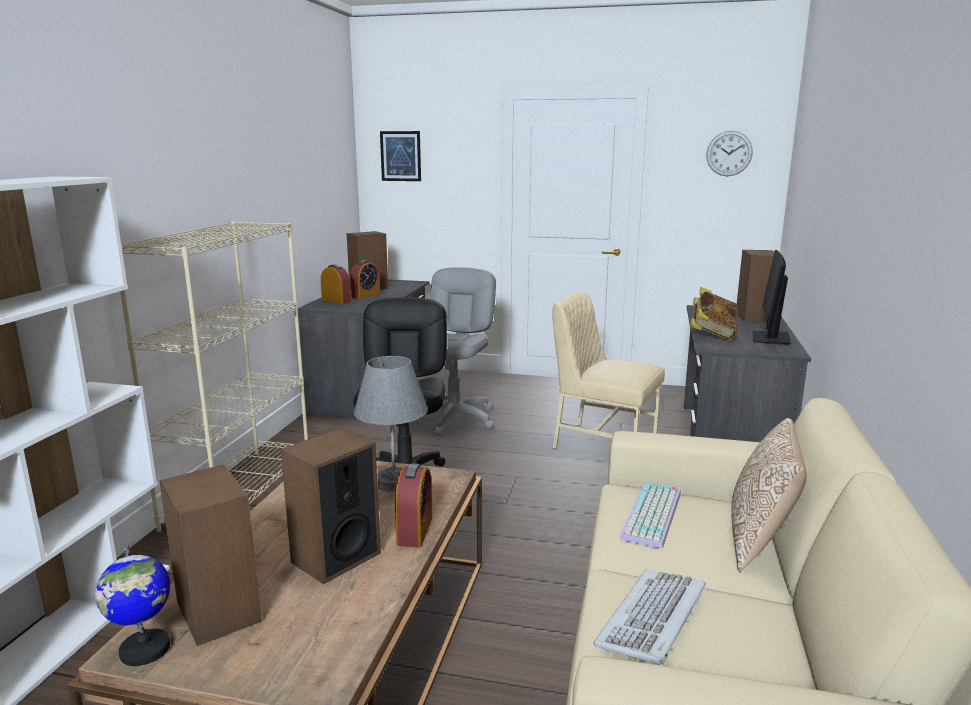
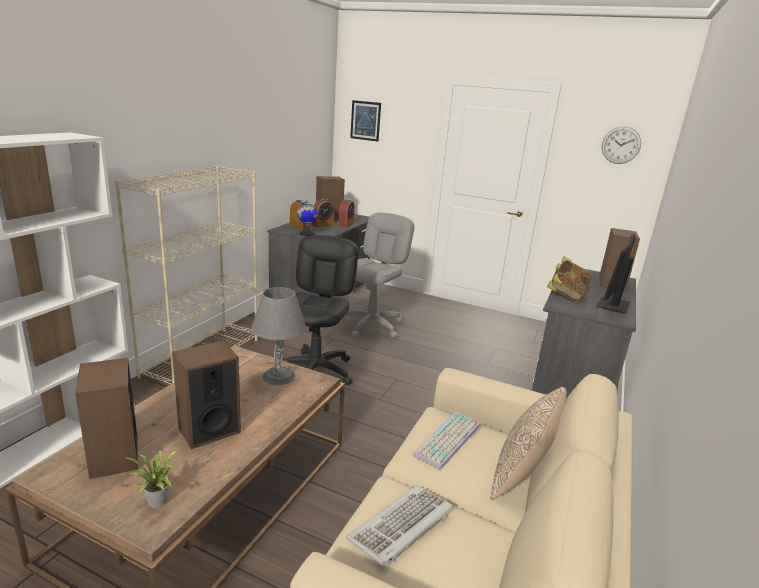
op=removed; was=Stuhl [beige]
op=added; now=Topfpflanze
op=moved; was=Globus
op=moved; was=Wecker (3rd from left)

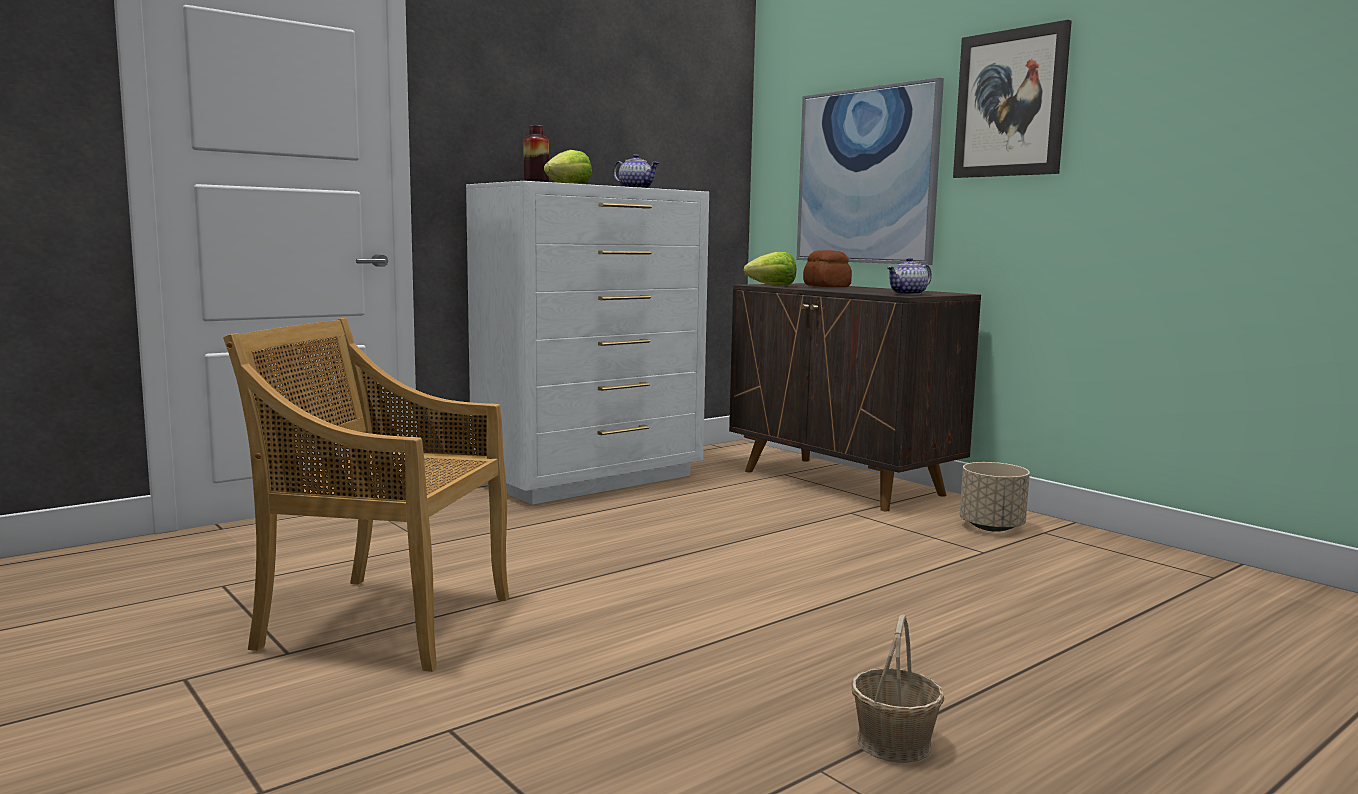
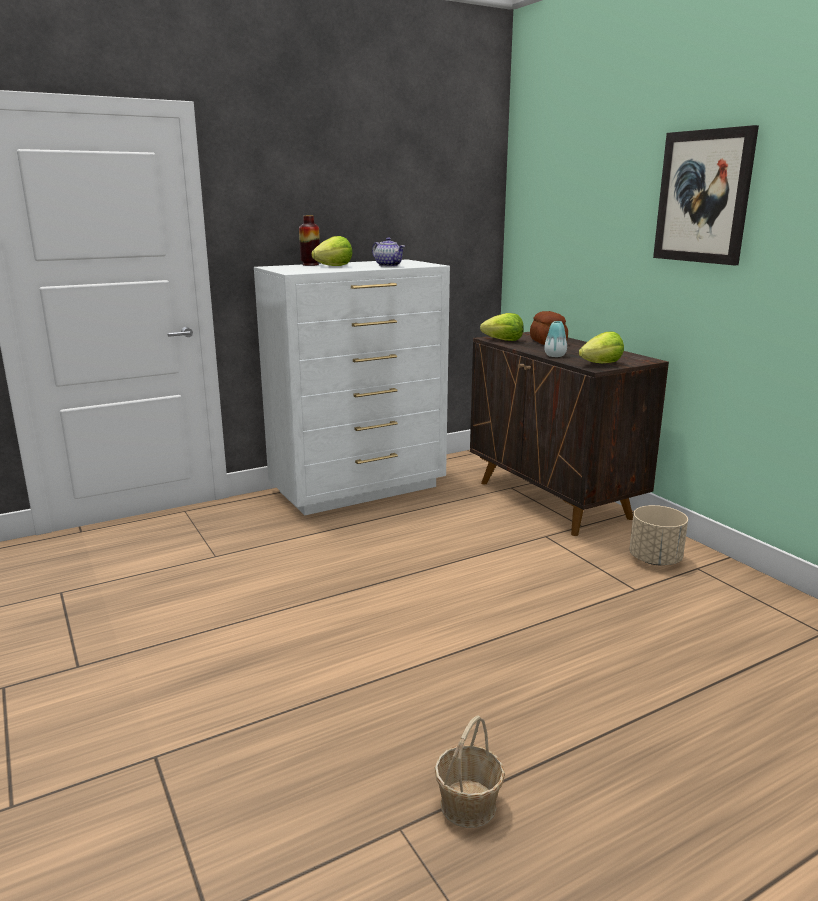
op=removed; was=Stuhl [beige]
op=removed; was=Bild (1st from left)
op=added; now=Vase (2nd from left)
op=replaced; was=Teekanne (2nd from left); now=Salatkopf (3rd from left)

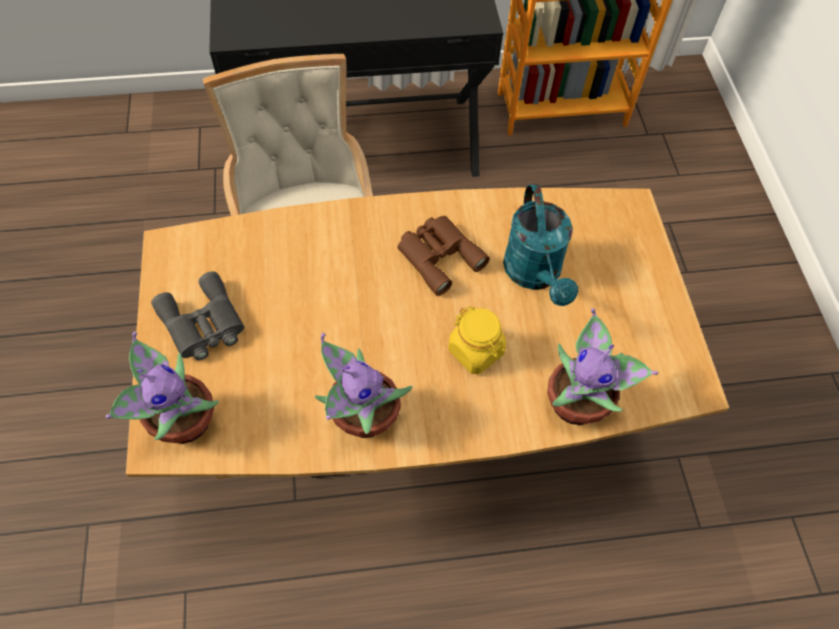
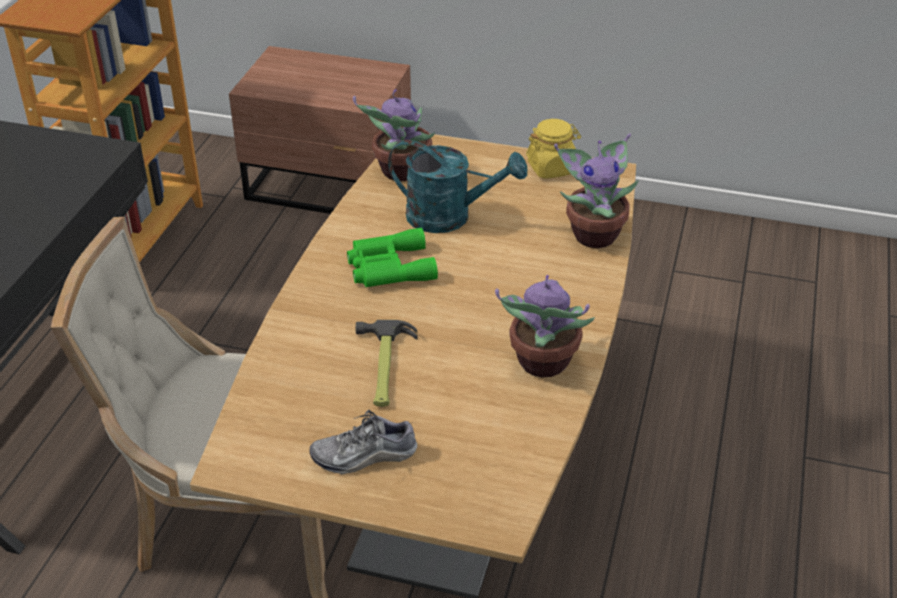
op=added; now=Nachttisch [braun]
op=added; now=Hammer
op=moved; was=Topfpflanze (1st from left)
op=moved; was=Vorratsglas [gelb]
op=replaced; was=Fernglas [grau]; now=Schuh
op=recoloured; was=Fernglas [braun]; now=Fernglas [grün]

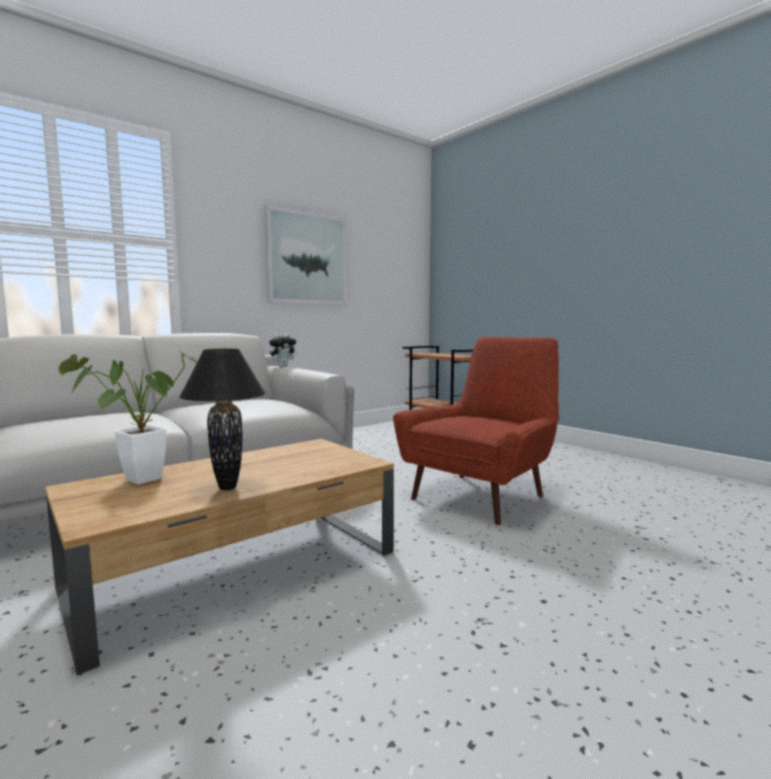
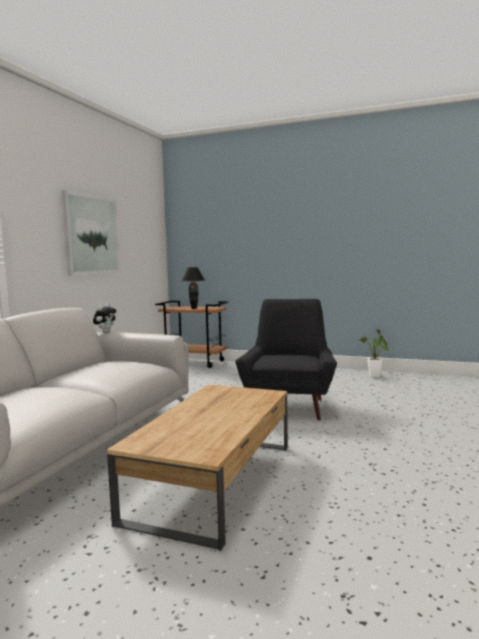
op=moved; was=Topfpflanze
op=moved; was=Tischlampe [schwarz]
op=recoloured; was=Sessel [rot]; now=Sessel [schwarz]

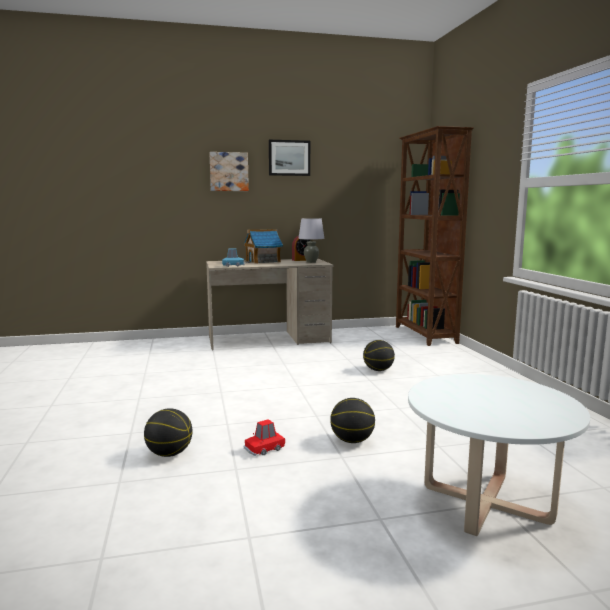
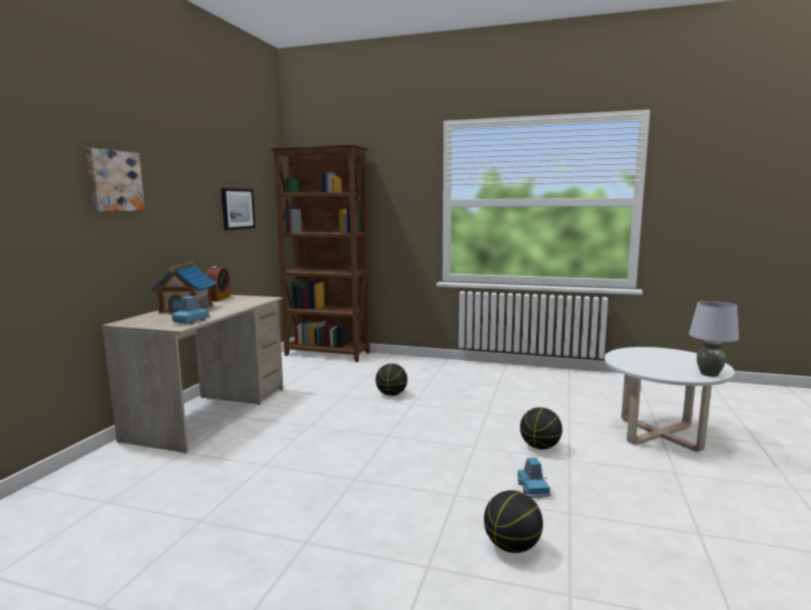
op=moved; was=Bild (2nd from left)
op=moved; was=Tischlampe [grau]
op=recoloured; was=Spielzeugauto [rot]; now=Spielzeugauto [blau] (2nd from left)

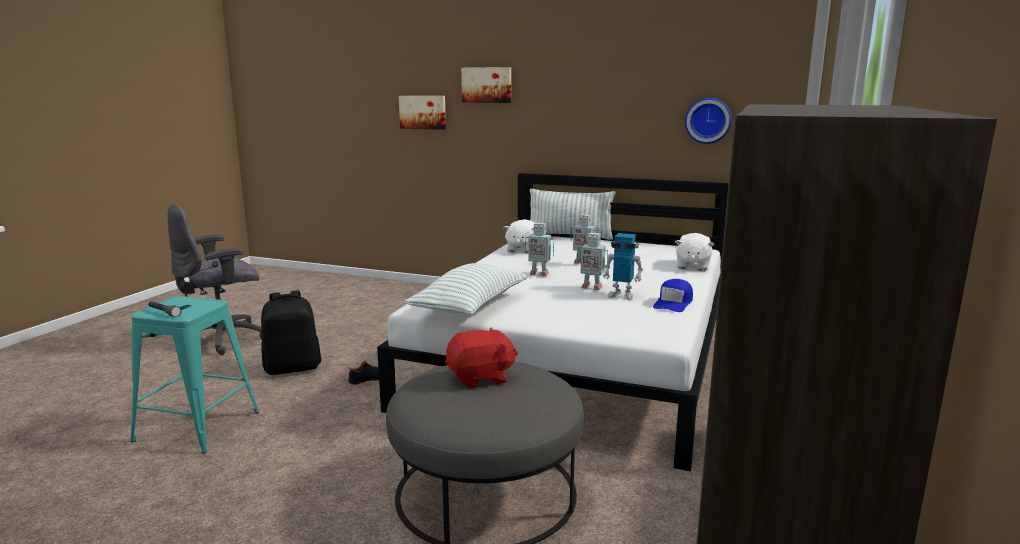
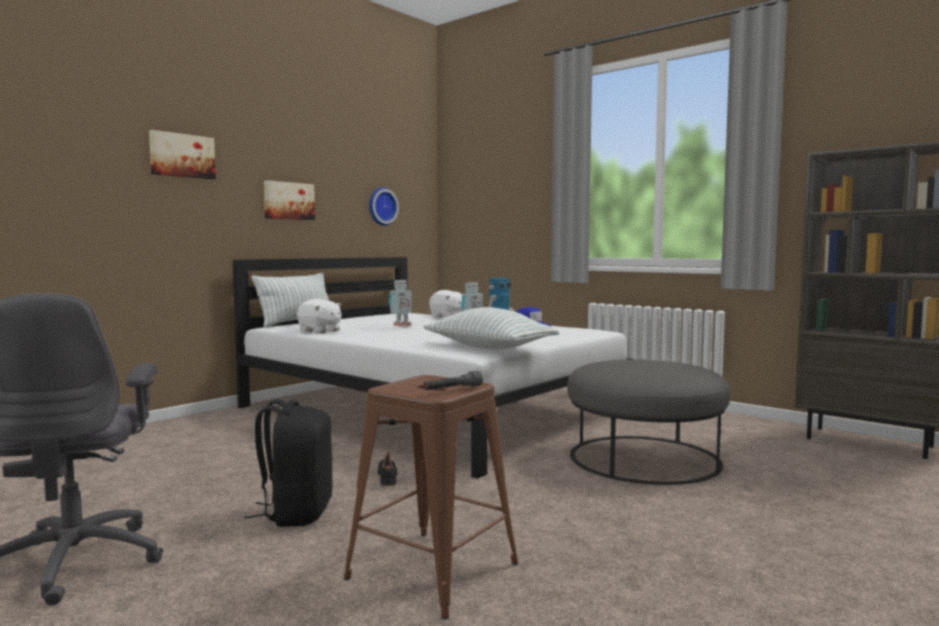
op=removed; was=Plüschtier [rot]
op=removed; was=Spielzeugroboter (1st from left)
op=moved; was=Bild (1st from left in the first image); now=Bild (2nd from left)
op=recoloured; was=Hocker [türkis]; now=Hocker [braun]

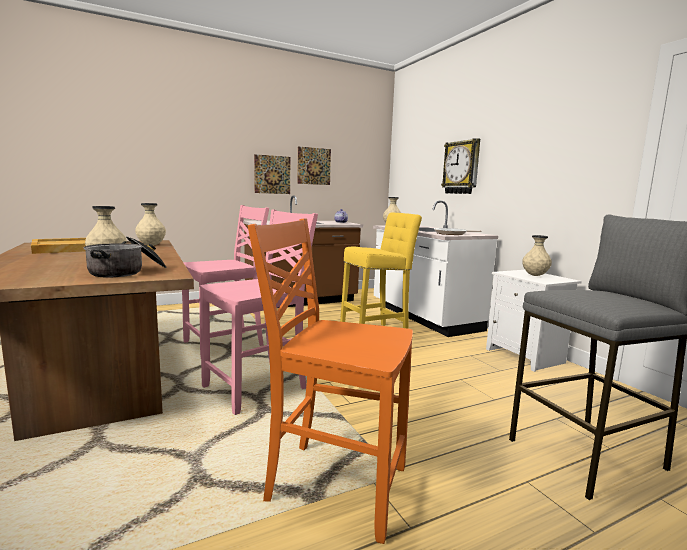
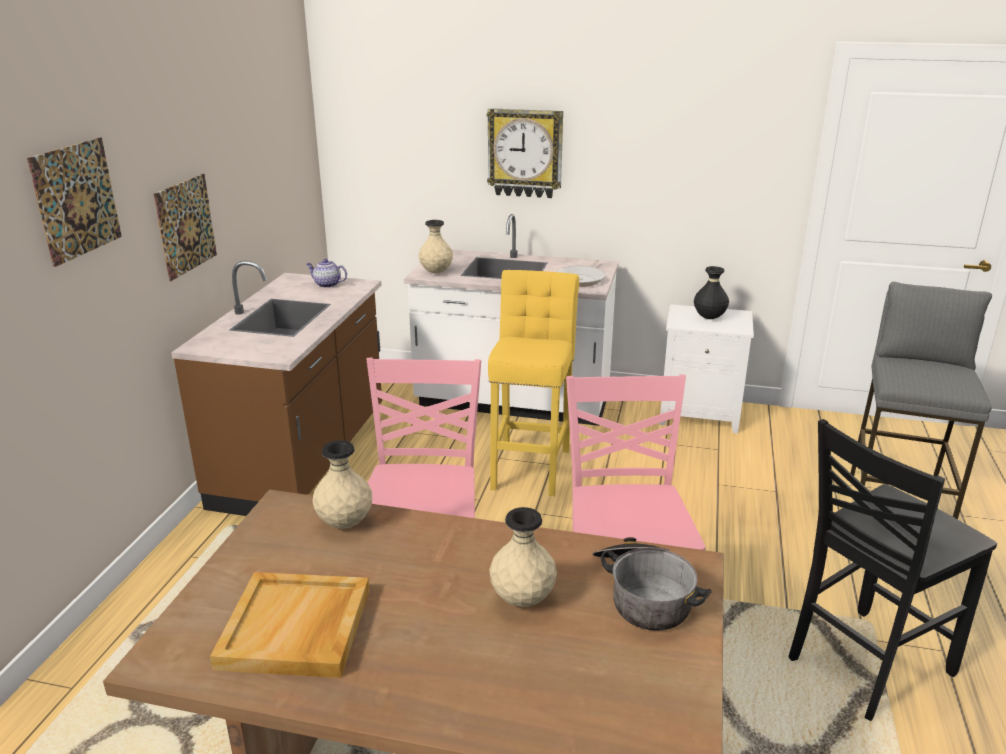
op=moved; was=Bild (2nd from left in the first image); now=Bild (1st from left)
op=recoloured; was=Stuhl [orange]; now=Stuhl [schwarz]
op=recoloured; was=Vase [beige] (4th from left); now=Vase [schwarz]

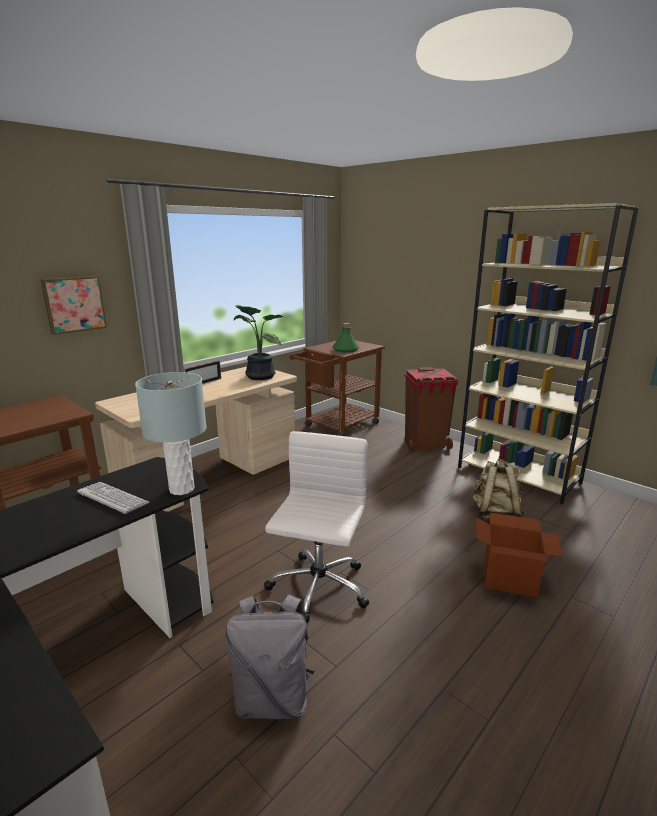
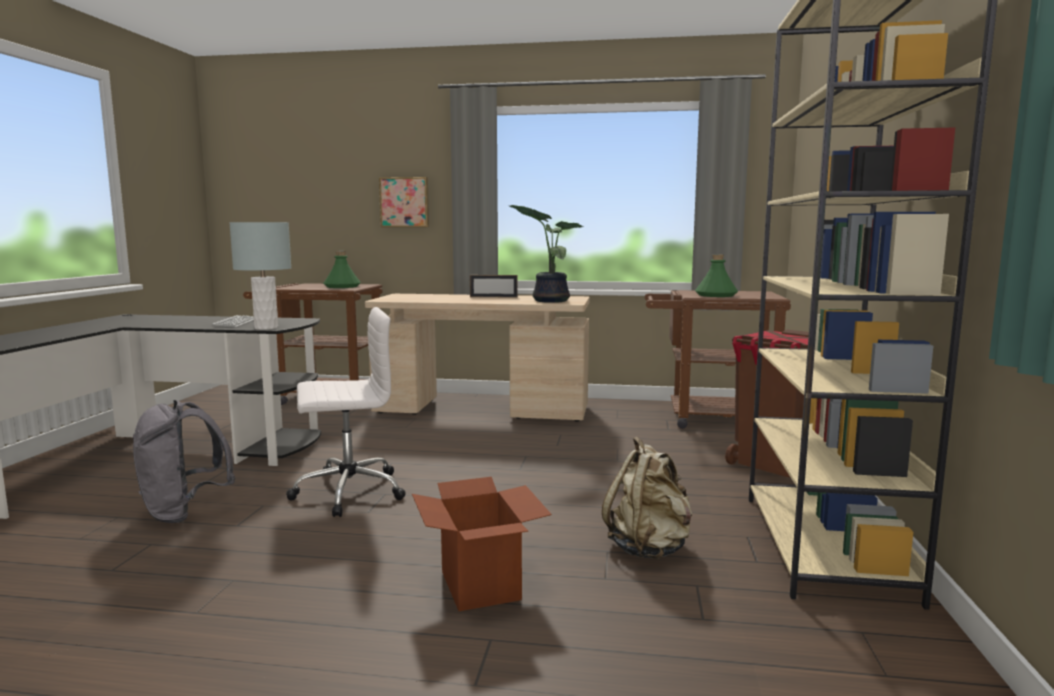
op=added; now=Flasche [grün] (1st from left)

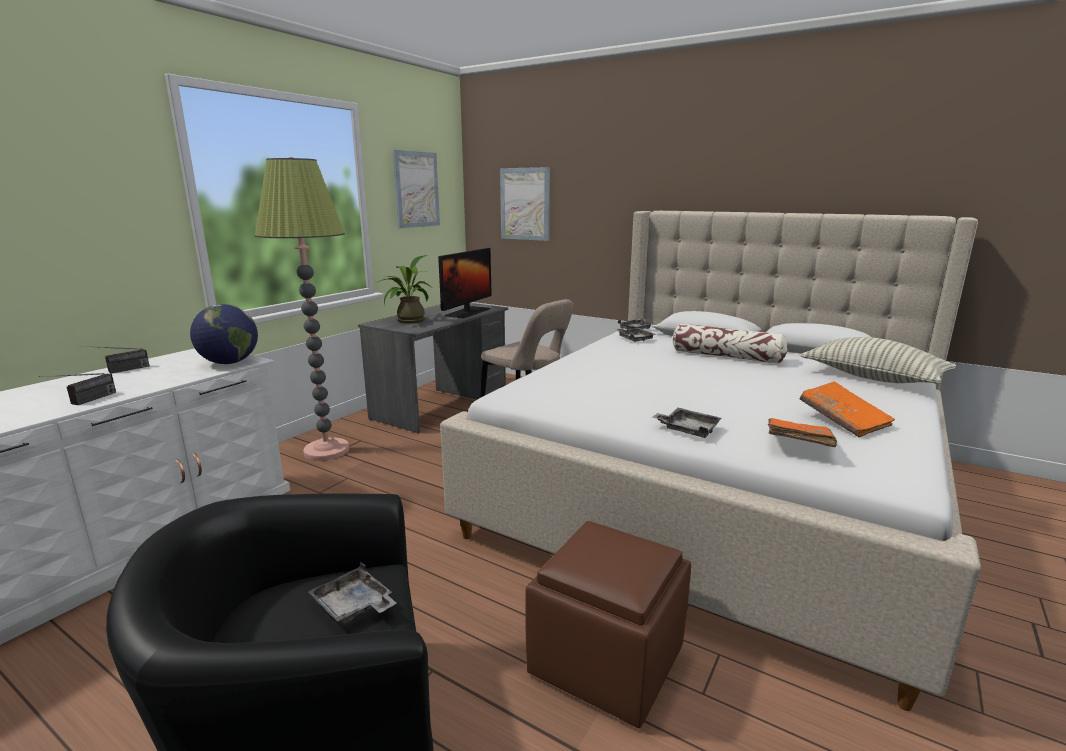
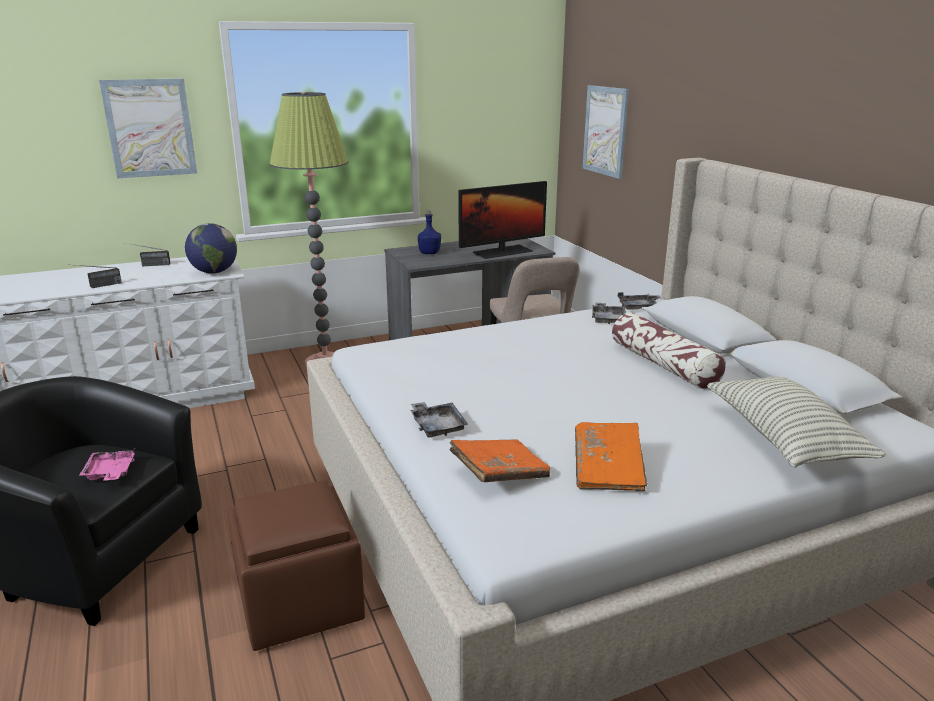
op=moved; was=Bild (1st from left)
op=replaced; was=Topfpflanze; now=Flasche [blau]
op=recoloured; was=Tablett [grau] (1st from left); now=Tablett [rosa]

